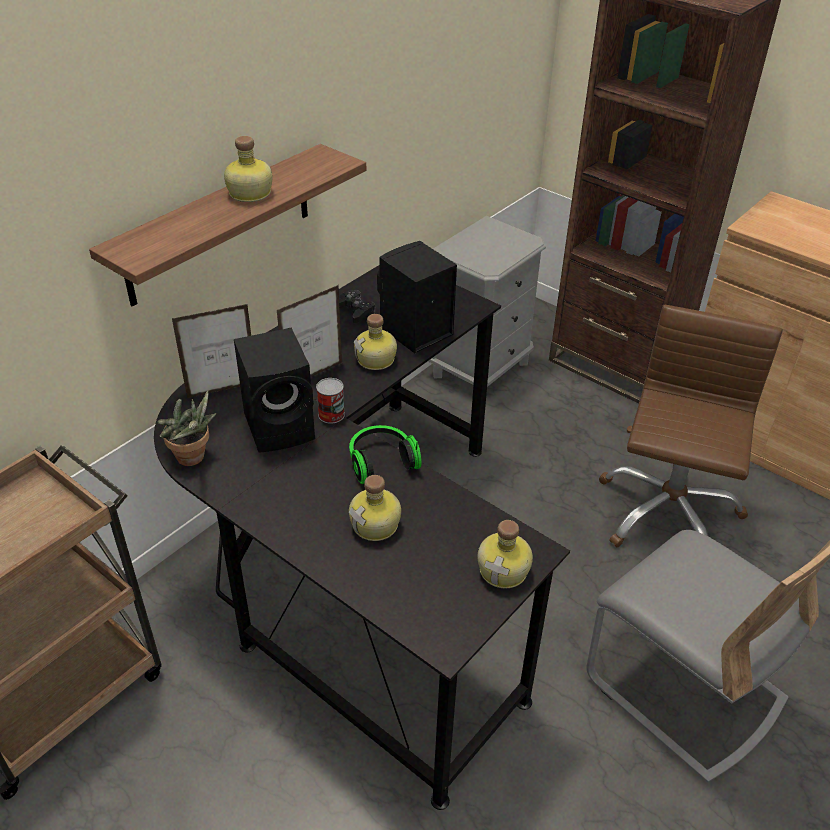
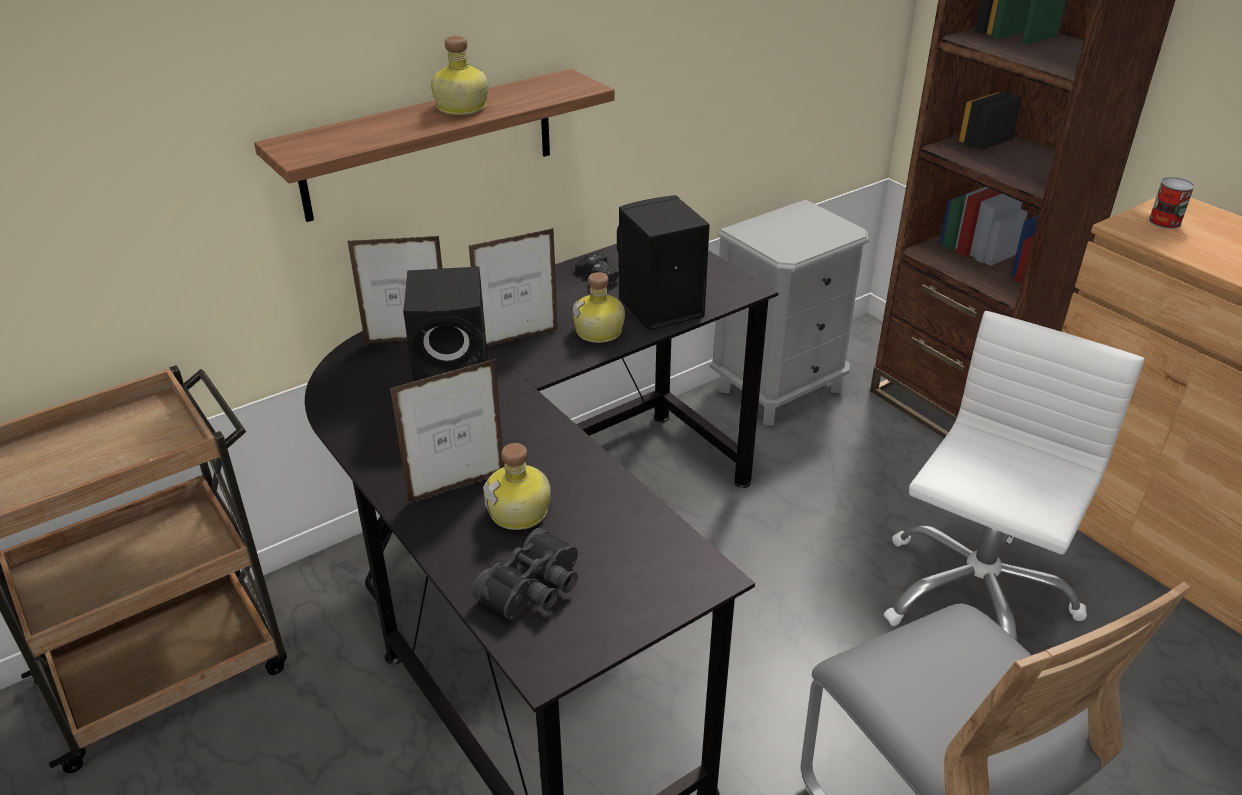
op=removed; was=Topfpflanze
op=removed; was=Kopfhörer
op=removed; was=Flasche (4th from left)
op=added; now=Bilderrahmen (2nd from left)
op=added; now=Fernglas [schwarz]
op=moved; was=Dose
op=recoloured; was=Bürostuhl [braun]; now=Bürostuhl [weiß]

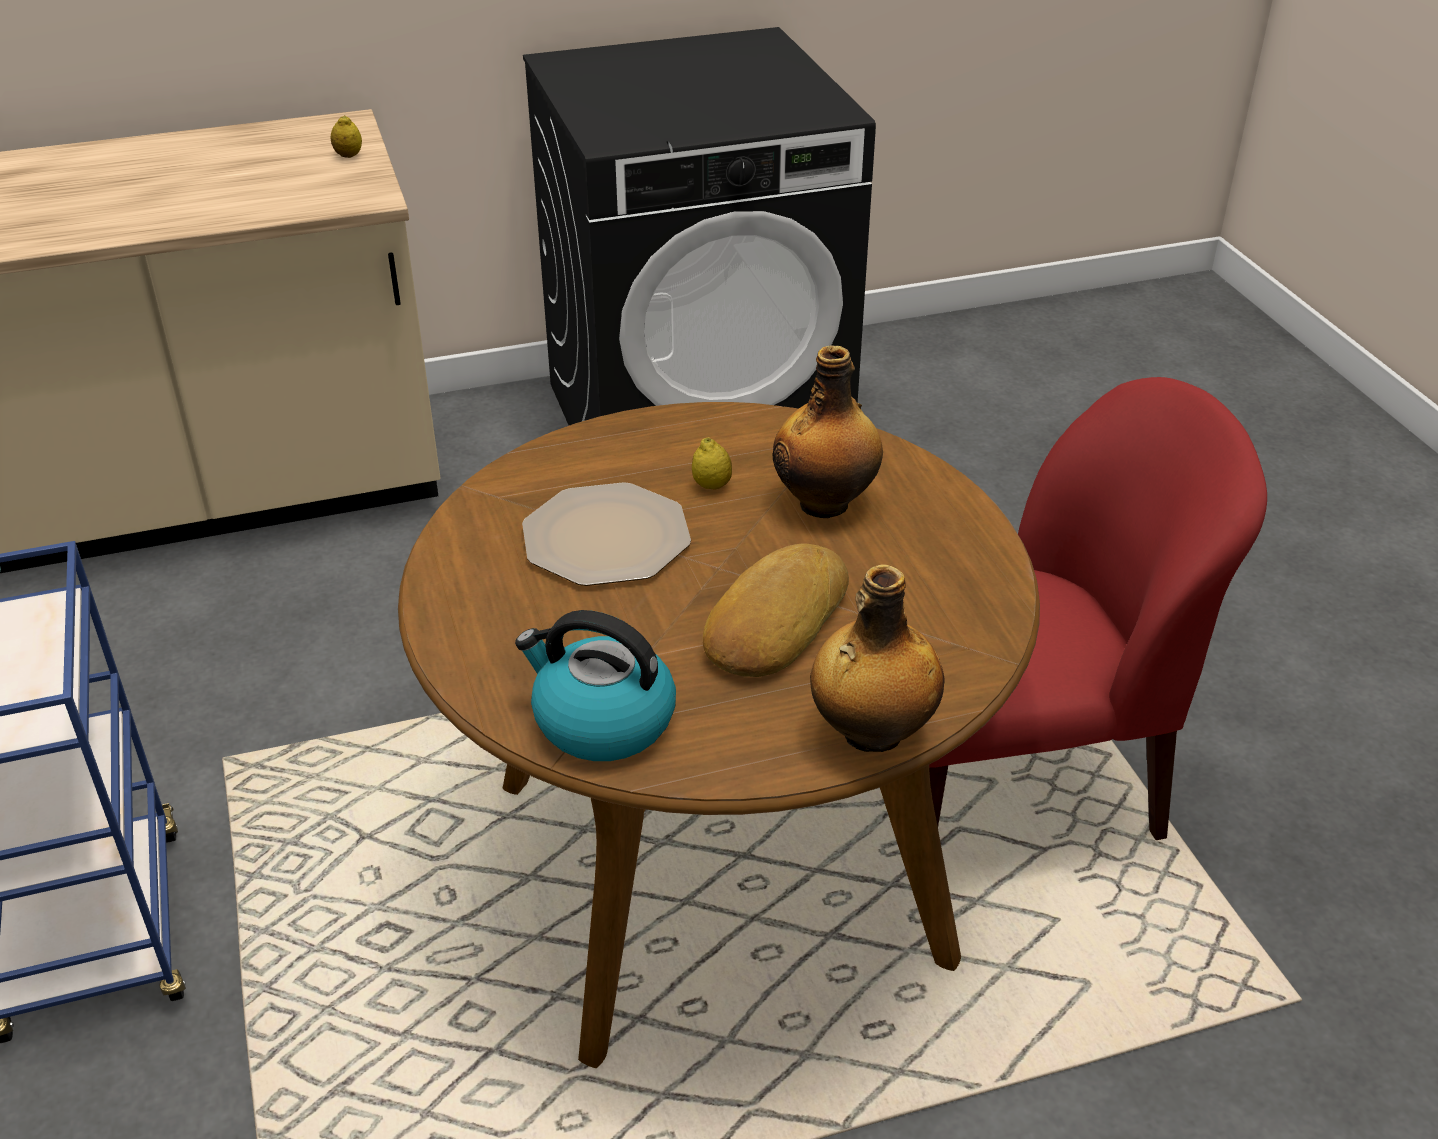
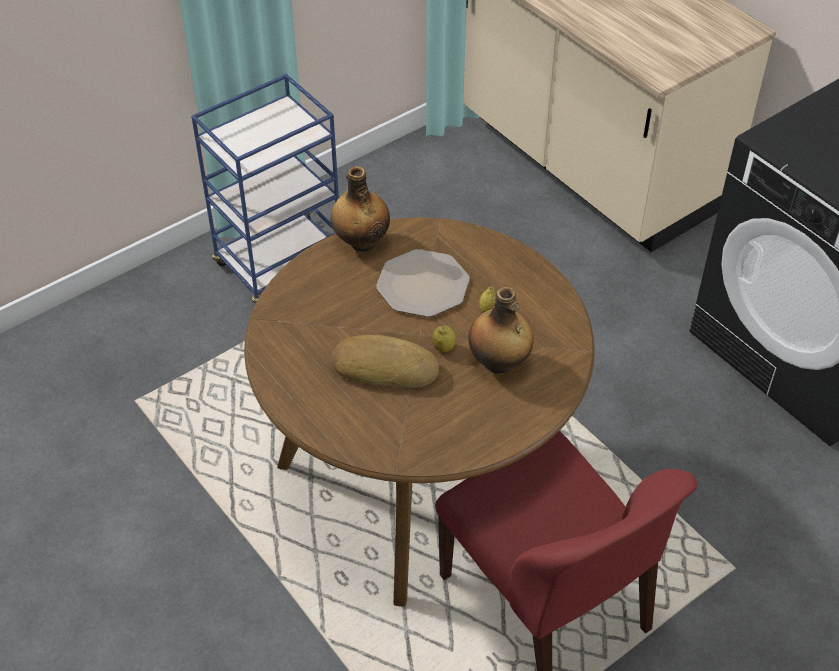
op=removed; was=Wasserkessel
op=moved; was=Zitrone (1st from left)
op=moved; was=Flasche (2nd from left in the first image); now=Flasche (1st from left)

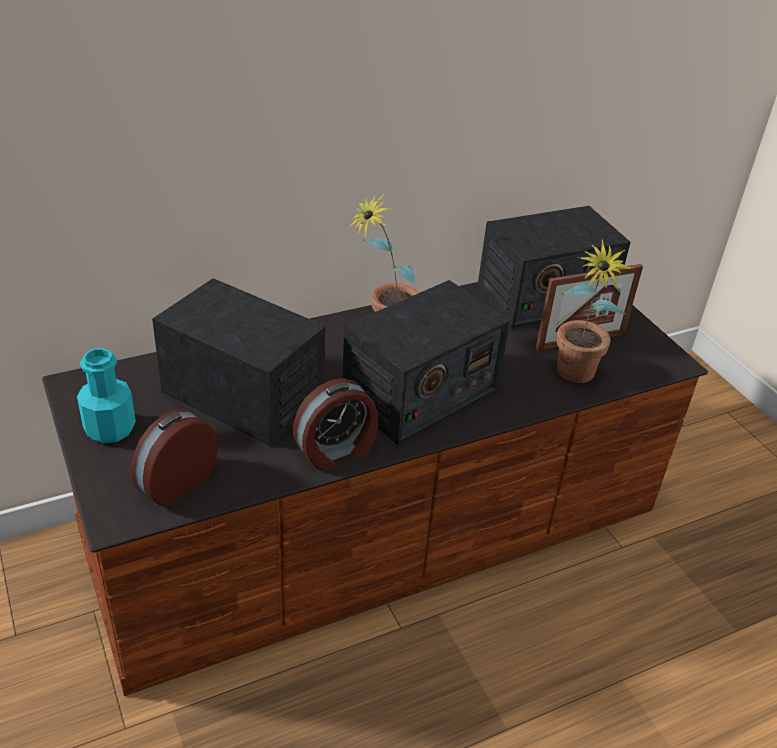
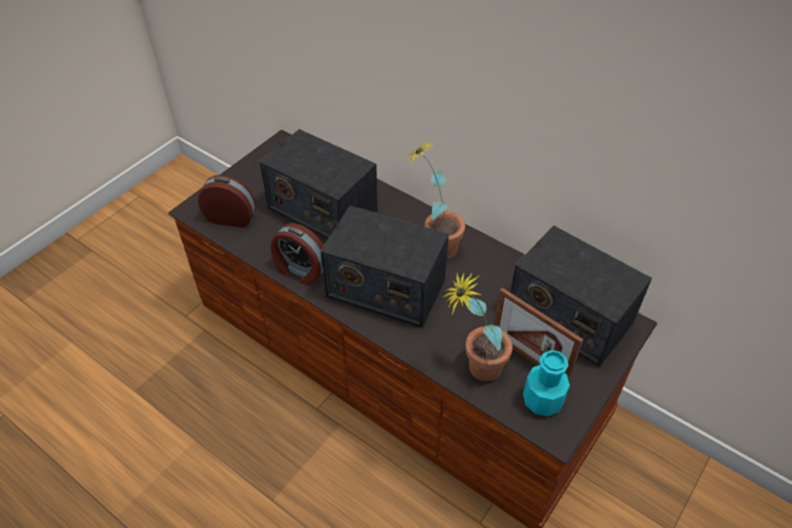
op=moved; was=Flasche [türkis]
op=turned; was=Radio (1st from left); clockwise=120

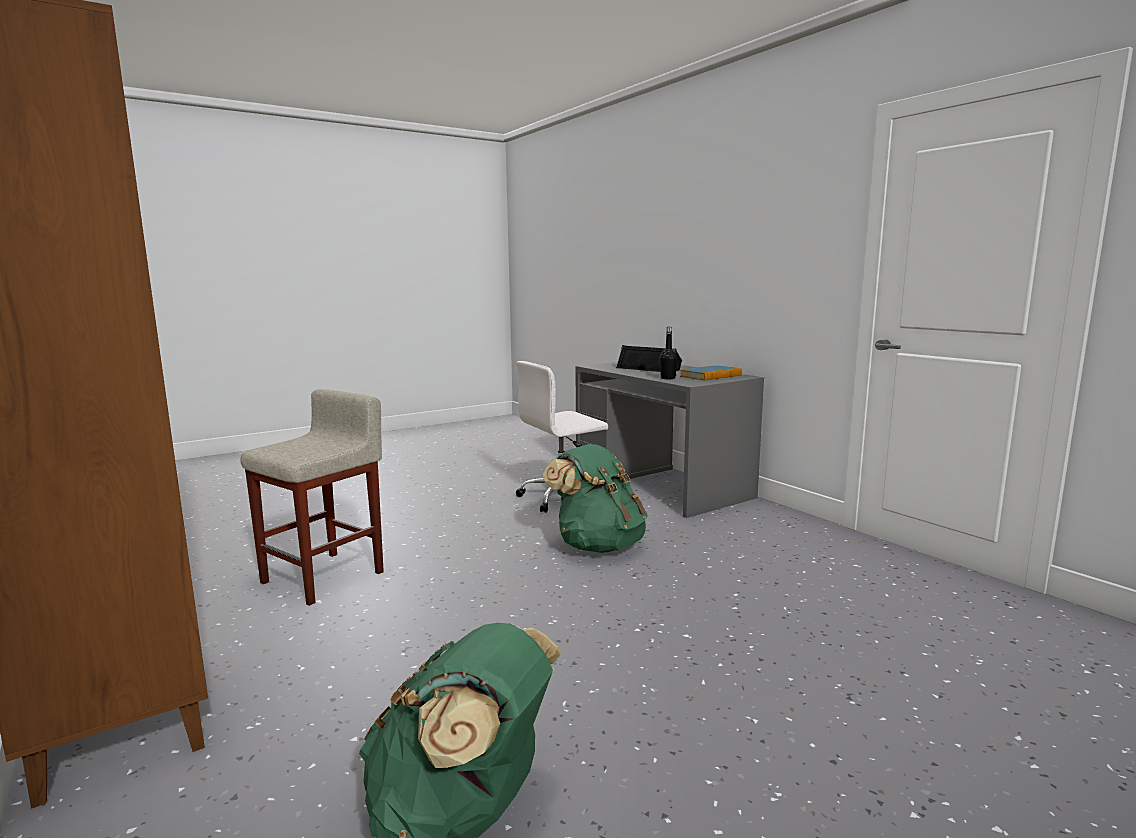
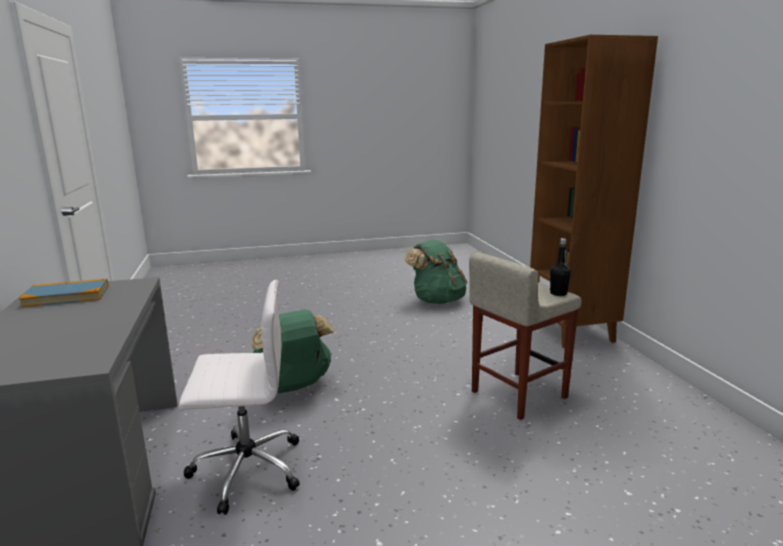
op=removed; was=Lautsprecher [schwarz]
op=moved; was=Flasche [schwarz]

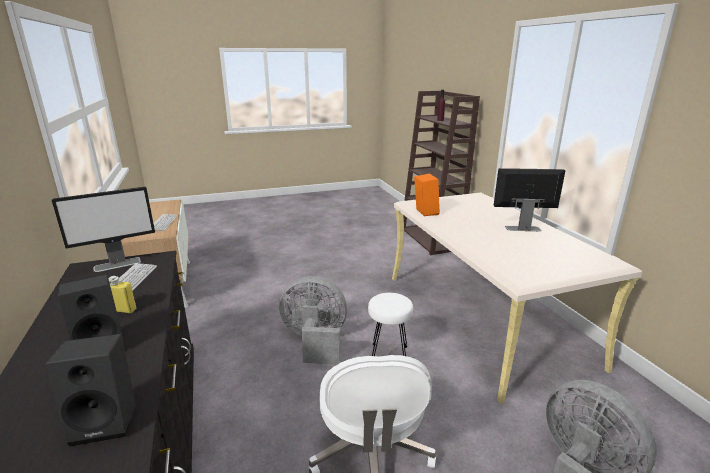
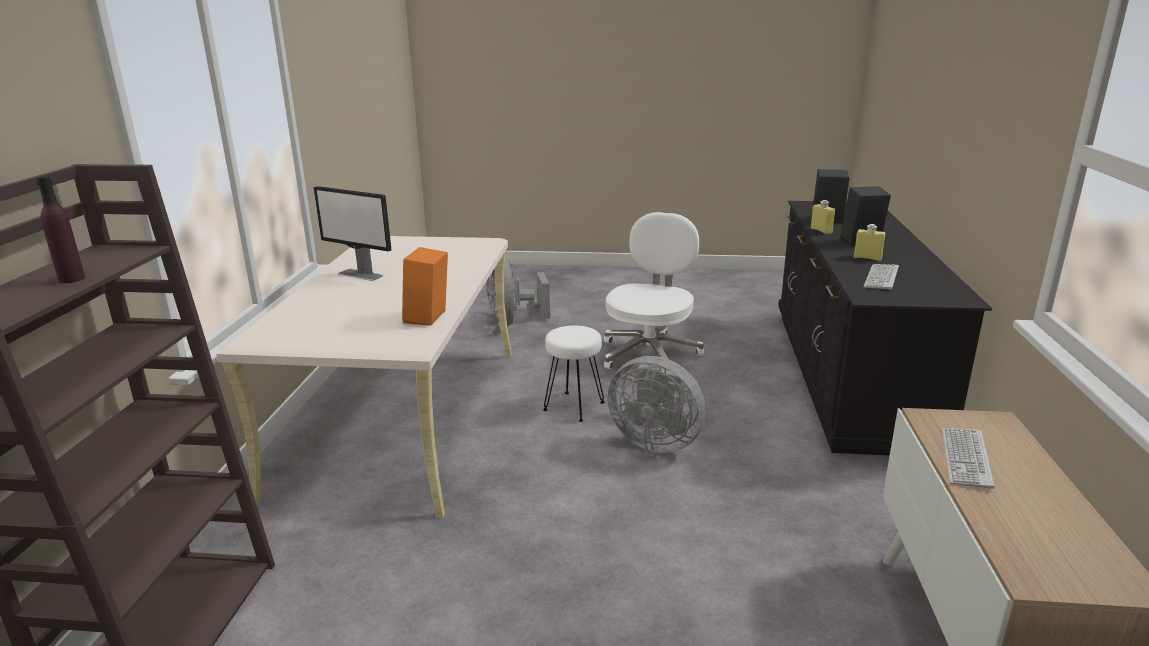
op=removed; was=Monitor (1st from left)
op=added; now=Flasche [gelb] (1st from left)

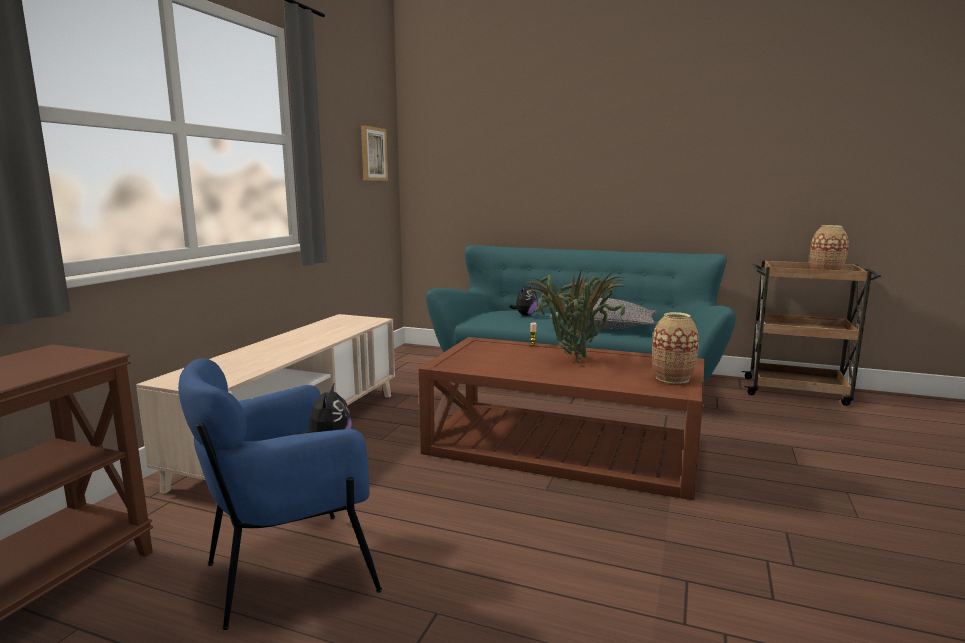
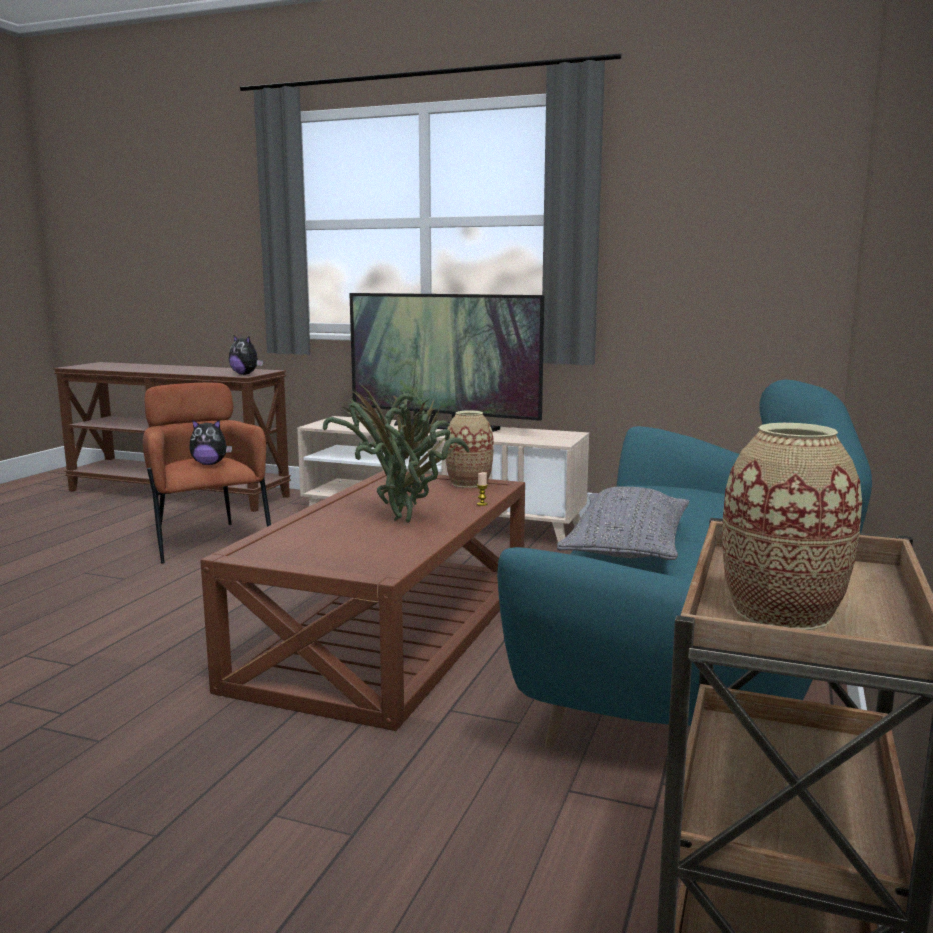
op=removed; was=Bild
op=added; now=Fernseher
op=moved; was=Plüschtier (2nd from left)
op=moved; was=Vase (1st from left)
op=recoloured; was=Sessel [blau]; now=Sessel [braun]

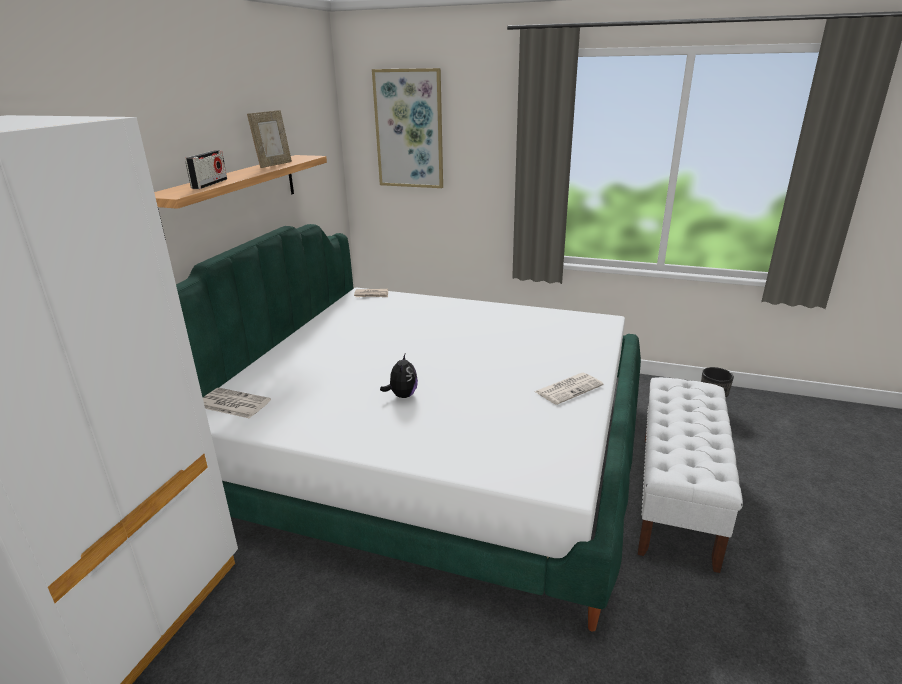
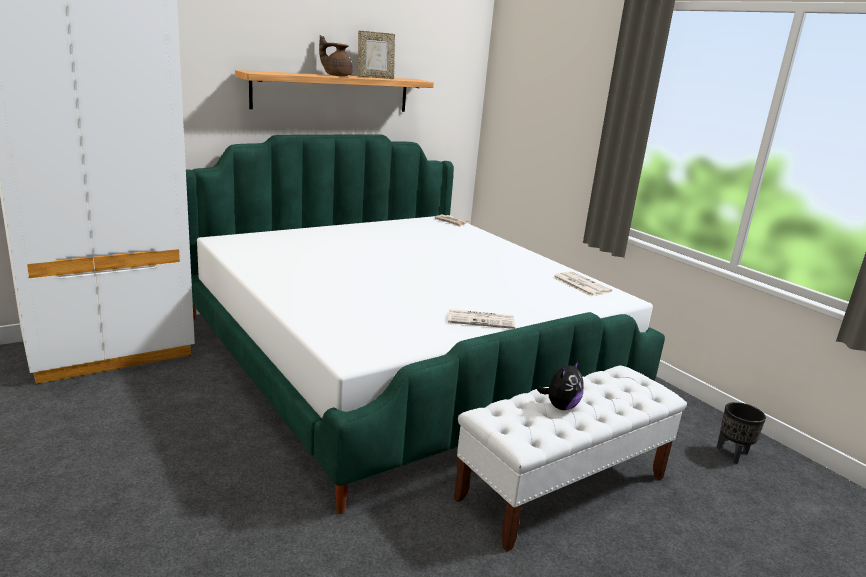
op=removed; was=Radio
op=removed; was=Bild
op=added; now=Teekanne [braun]
op=moved; was=Zeitung (1st from left in the first image); now=Zeitung (3rd from left)
op=moved; was=Plüschtier

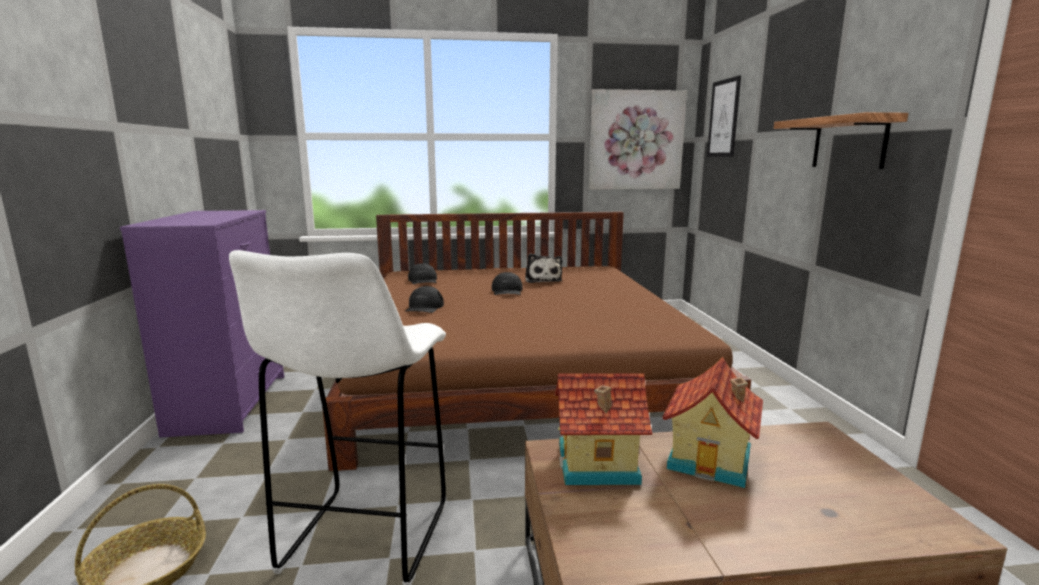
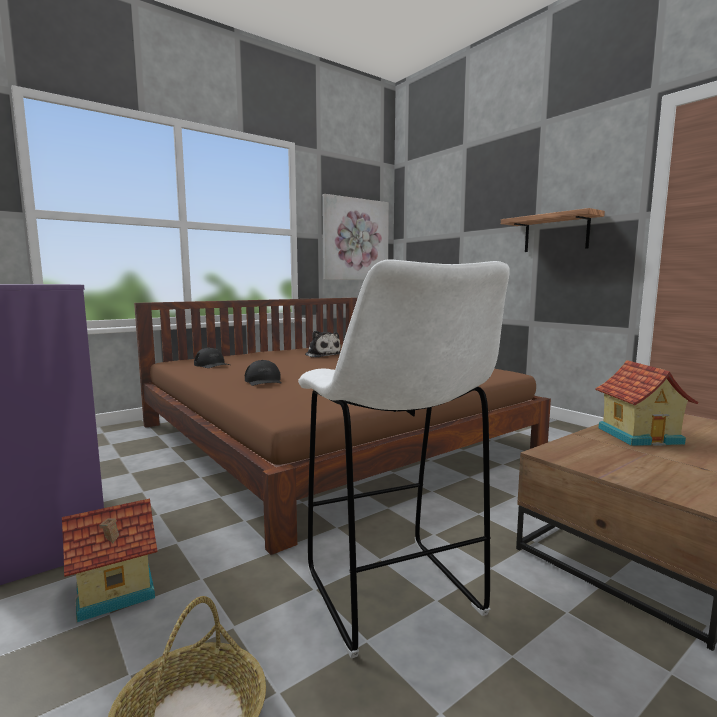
op=removed; was=Kappe [schwarz] (3rd from left)
op=removed; was=Bild (2nd from left)
op=moved; was=Spielzeughaus (1st from left)

